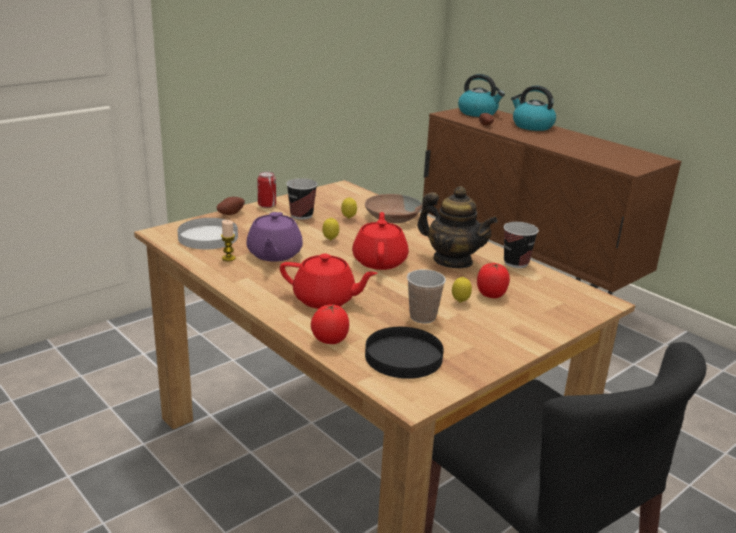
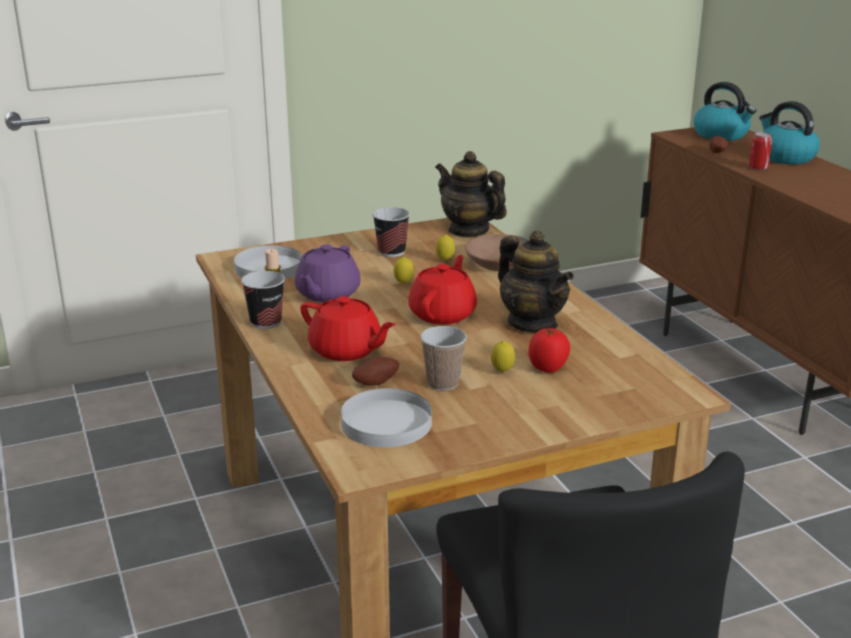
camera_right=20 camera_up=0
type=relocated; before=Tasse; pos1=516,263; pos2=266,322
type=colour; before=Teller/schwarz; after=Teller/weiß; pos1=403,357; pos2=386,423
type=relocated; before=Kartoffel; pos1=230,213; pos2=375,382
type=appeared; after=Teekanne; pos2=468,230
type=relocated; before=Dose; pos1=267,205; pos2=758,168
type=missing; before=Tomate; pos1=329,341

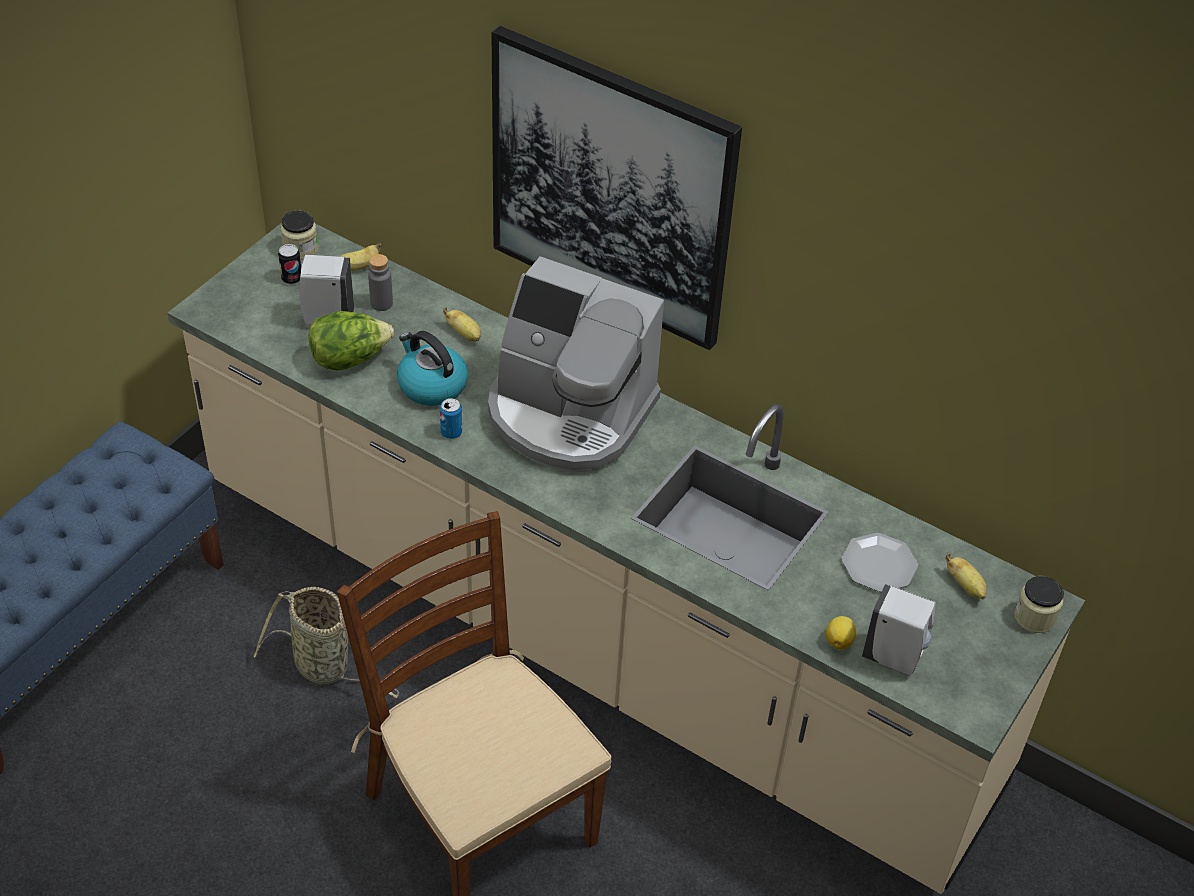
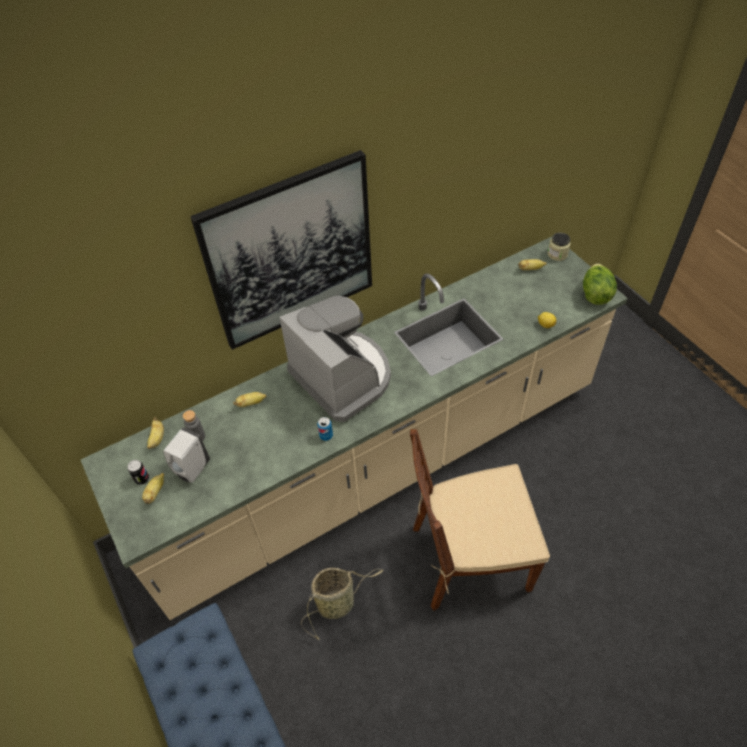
camera_right=-60 camera_up=5
type=appeared; after=Banane; pos2=155,492
type=spun; before=Kaffeemaschine; pos1=569,414; pos2=342,376; turn=-90
type=relocated; before=Salatkopf; pos1=350,359; pos2=595,294
type=missing; before=Vorratsglas; pos1=300,249
type=missing; before=Wasserkessel; pos1=431,385
type=missing; before=Teller; pos1=879,565
type=missing; before=Seifenspender/weiß; pos1=894,658

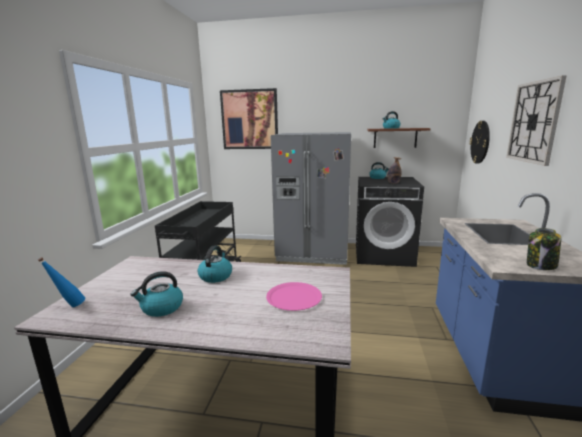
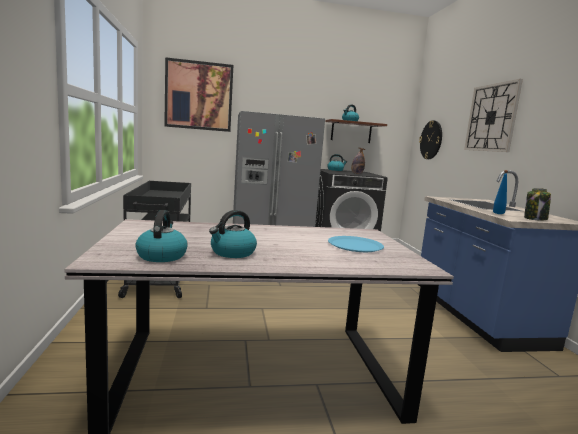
camera_right=-20 camera_up=-5
type=relocated; before=Wasserkessel; pos1=216,276; pos2=161,256
type=colour; before=Teller/rosa; after=Teller/blau; pos1=294,297; pos2=355,245
type=relocated; before=Flasche/blau; pos1=69,307; pos2=498,214

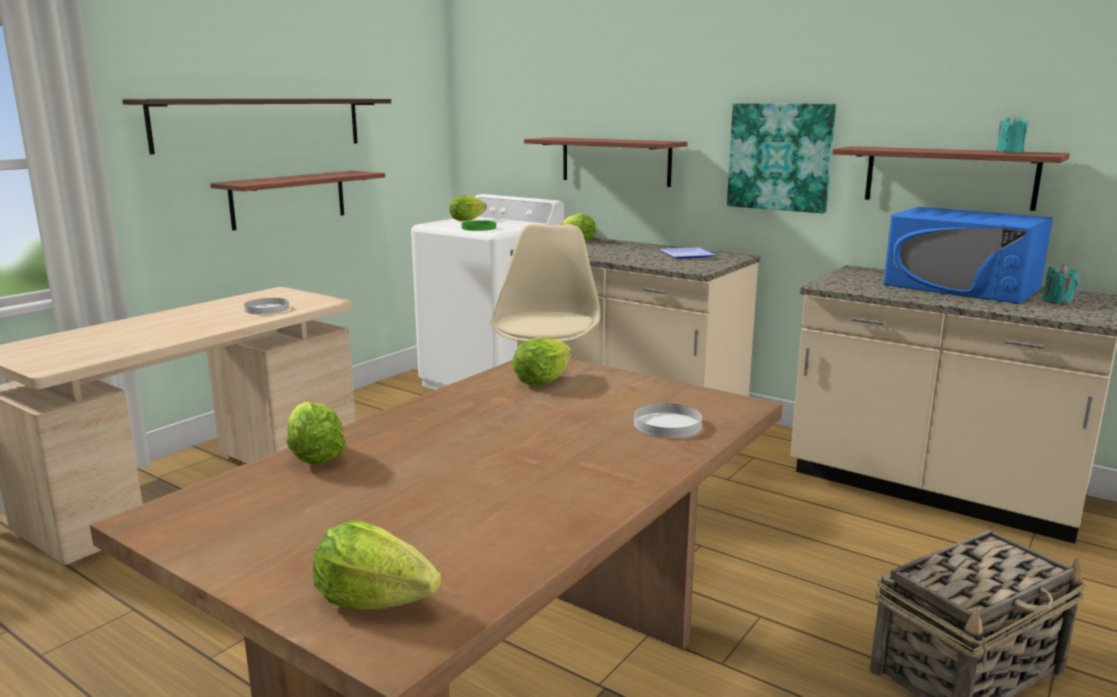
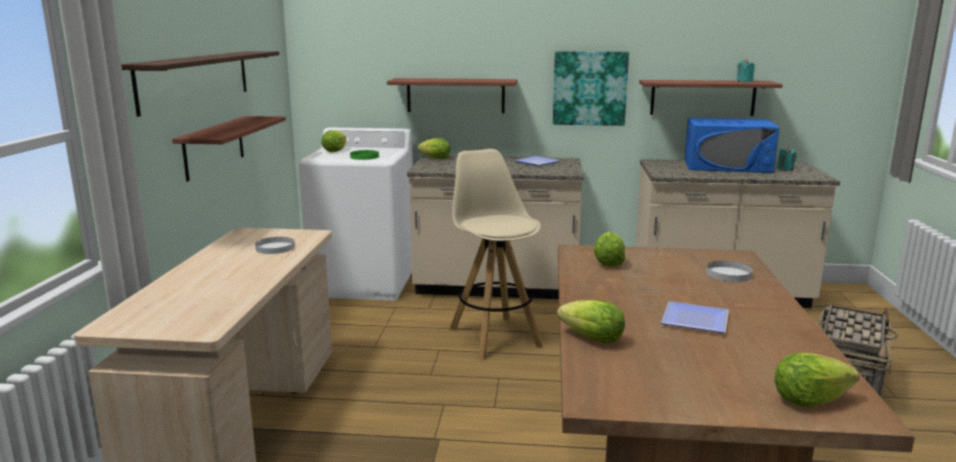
camera_right=-30 camera_up=0
type=appeared; after=Teller; pos2=692,321

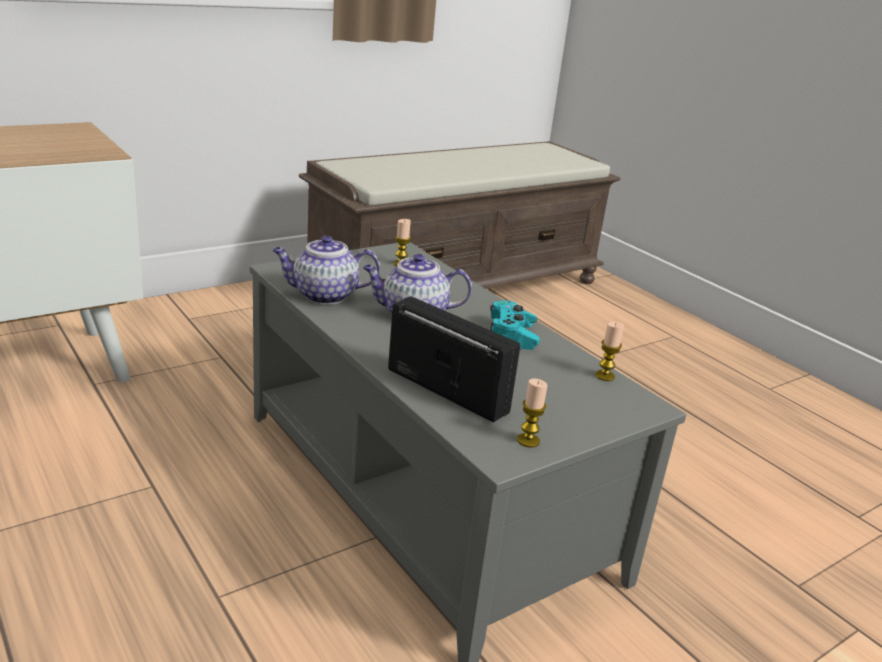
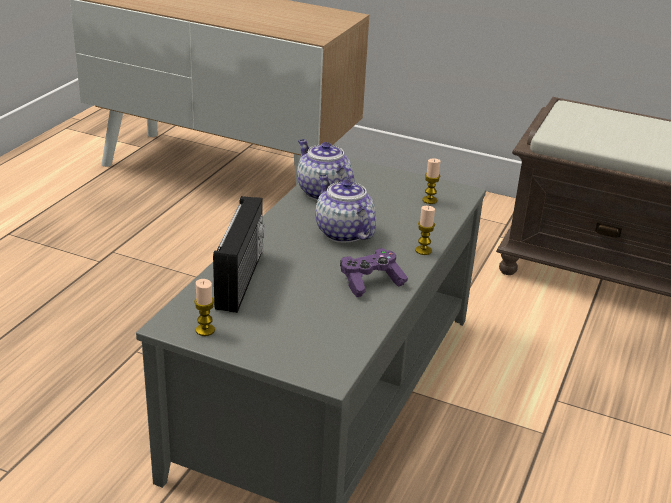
camera_right=60 camera_up=5
type=colour; before=Gamepad/türkis; after=Gamepad/lila; pos1=512,335; pos2=371,282
type=relocated; before=Kerze; pos1=604,376; pos2=423,250

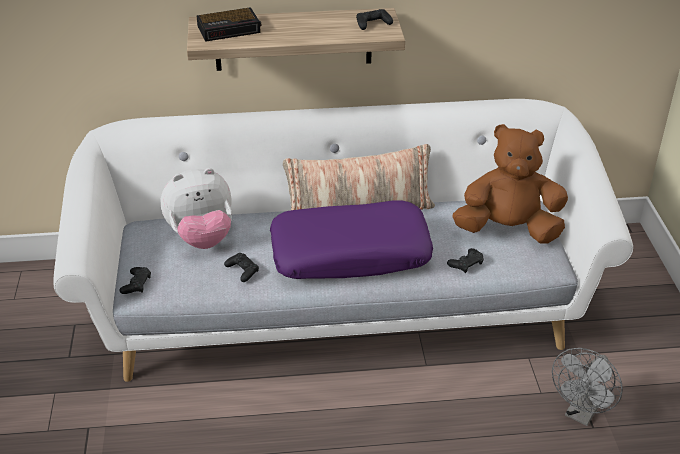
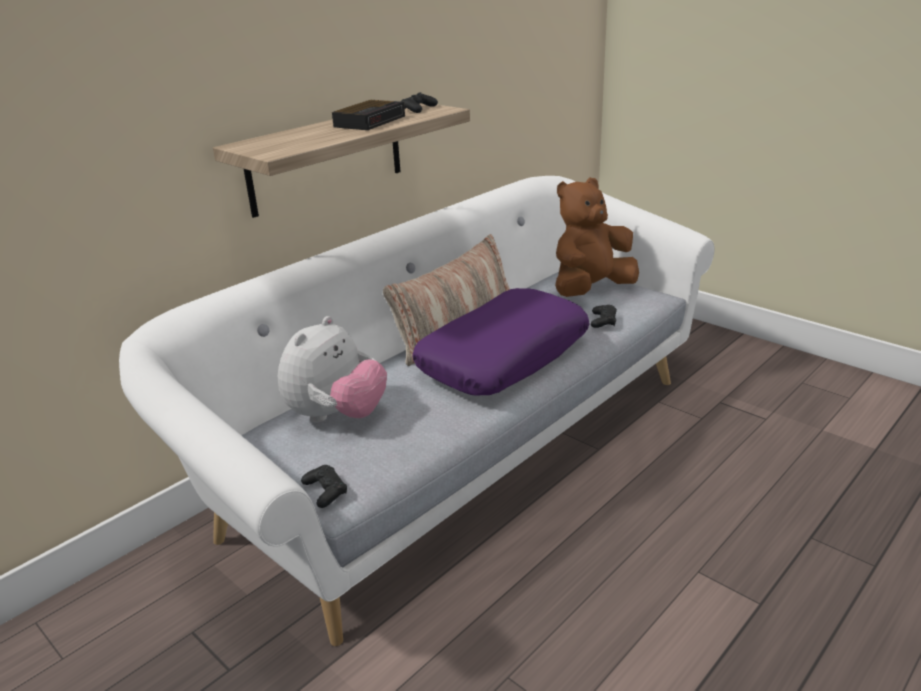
camera_right=-40 camera_up=-10
type=relocated; before=Wecker; pos1=230,29; pos2=371,121
type=missing; before=Gamepad/schwarz; pos1=242,270
type=missing; before=Ventilator/grau; pos1=581,413

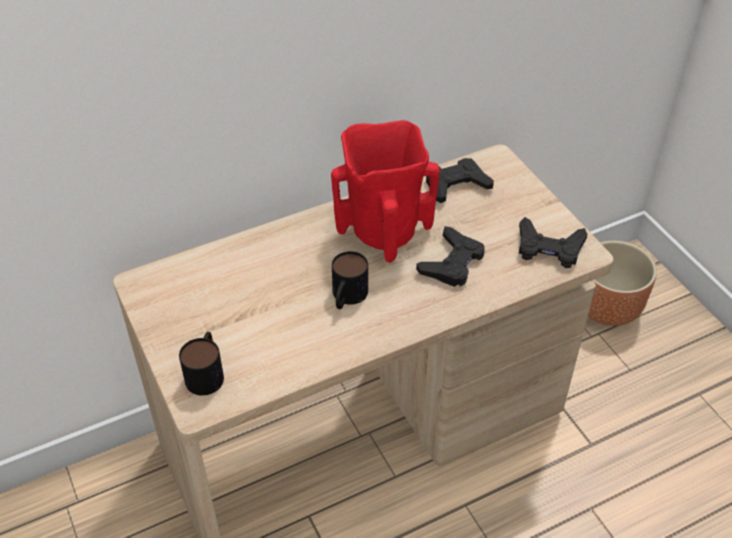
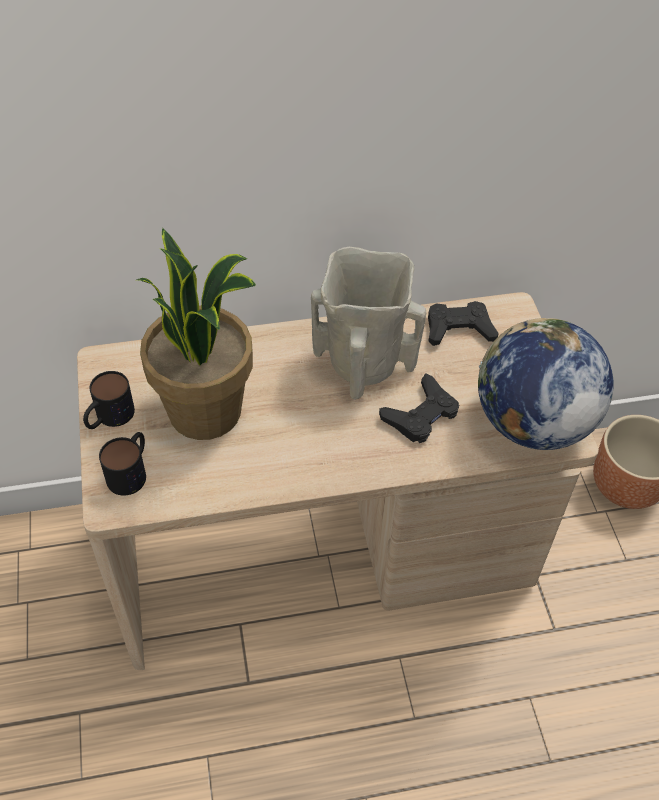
camera_right=15 camera_up=5
type=relocated; before=Henkelbecher; pos1=347,297; pos2=108,418
type=appeared; after=Topfpflanze; pos2=207,411
type=colour; before=Vase/rot; after=Vase/beige; pos1=384,229; pos2=364,360
type=exchanged; before=Gamepad/schwarz; after=Globus; pos1=549,248; pos2=531,423

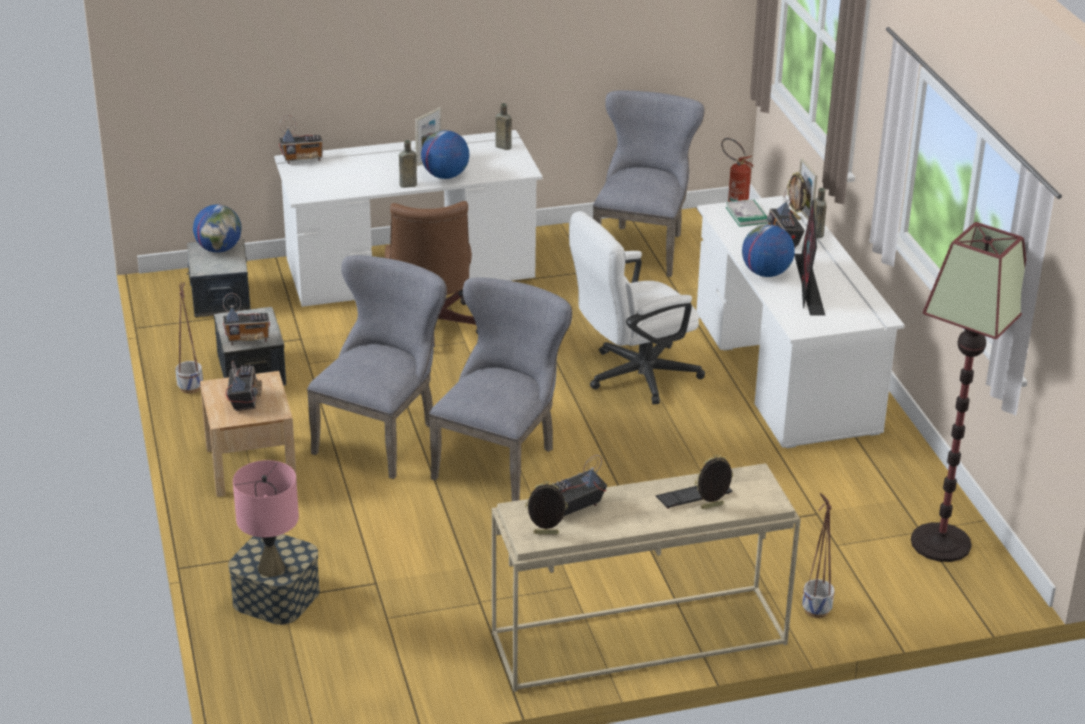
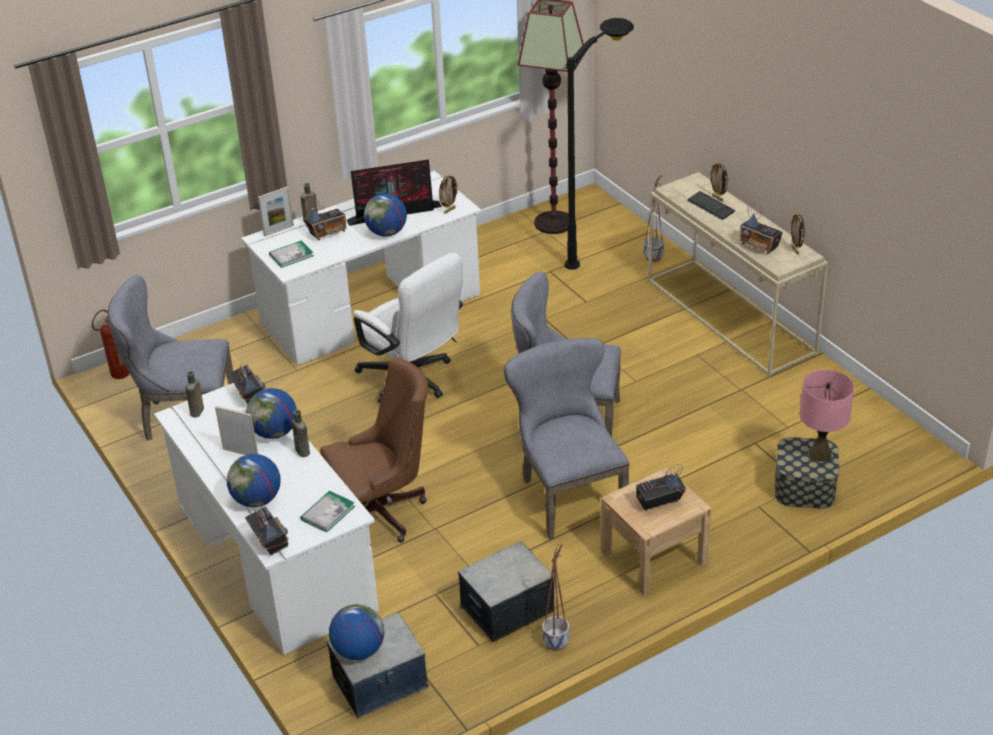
camera_right=-105 camera_up=5
type=appeared; after=Globus; pos2=257,500
type=relocated; before=Radio; pos1=248,339; pos2=249,396
type=appeared; after=Buch; pos2=328,513
type=relocated; before=Bilderrahmen; pos1=795,216; pos2=449,210
type=spun; before=Stuhl/grau; pos1=381,435; pos2=567,494; turn=60
type=appeared; after=Stehlampe/schwarz; pos2=602,244

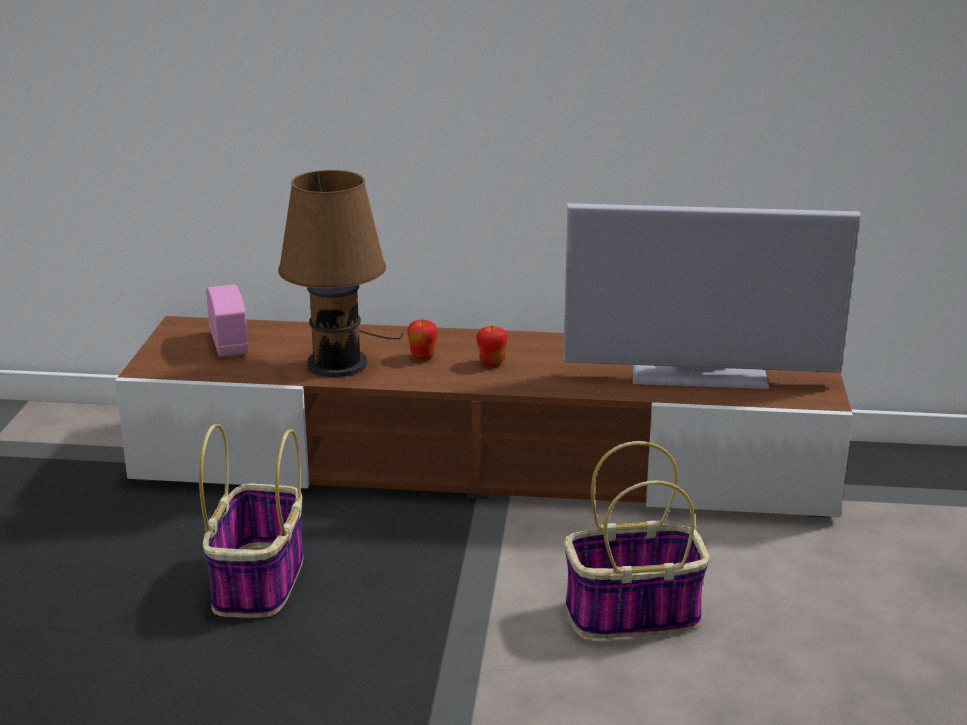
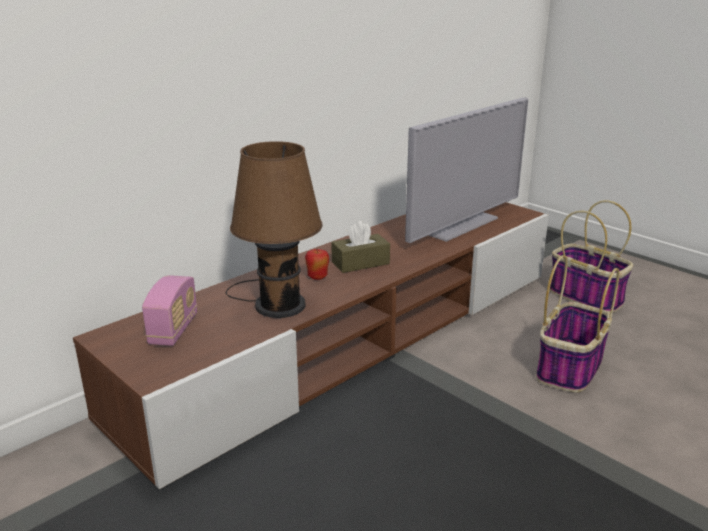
camera_right=-50 camera_up=0
type=spun; before=Radio; pos1=229,343; pos2=174,330; turn=75
type=exchanged; before=Apfel; after=Taschentuchbox/braun; pos1=492,363; pos2=360,263
type=relocated; before=Korb; pos1=259,583; pos2=587,297

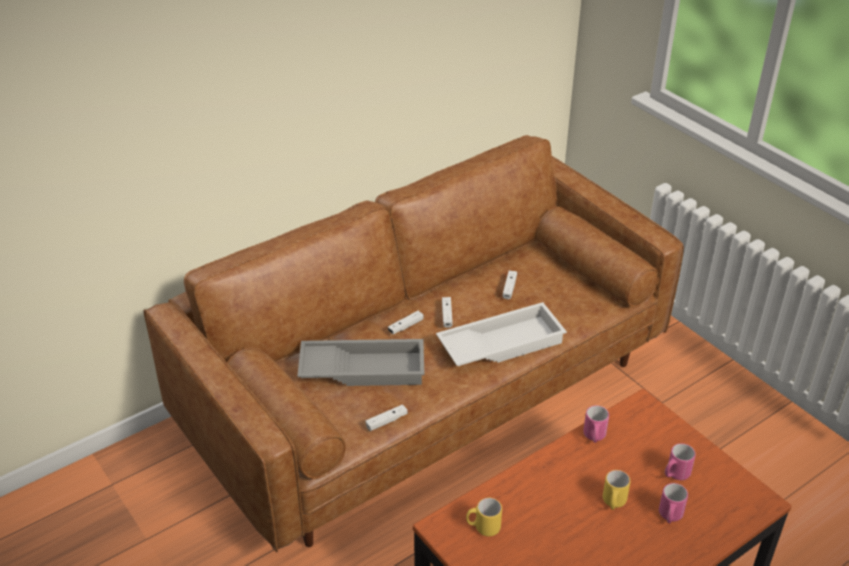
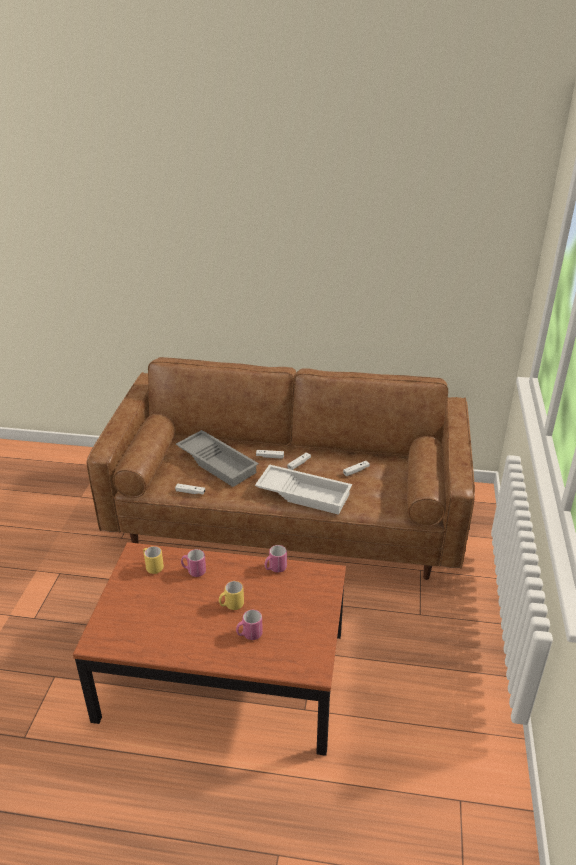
camera_right=45 camera_up=-5
type=relocated; before=Henkelbecher/rosa; pos1=675,474; pos2=194,571

